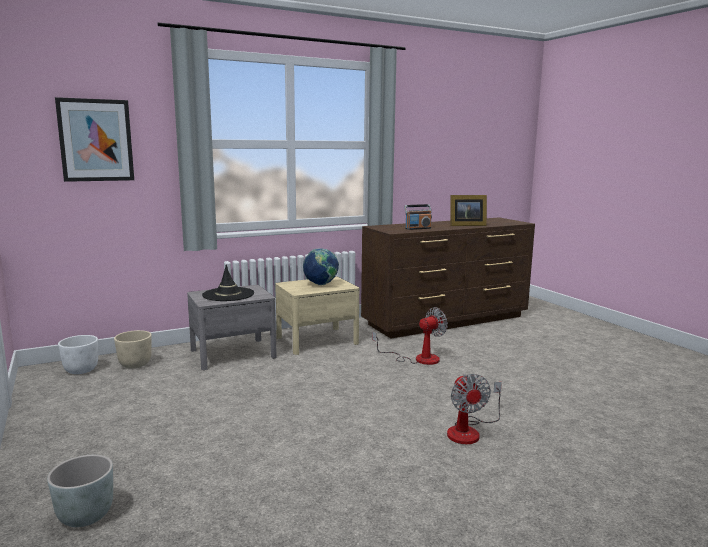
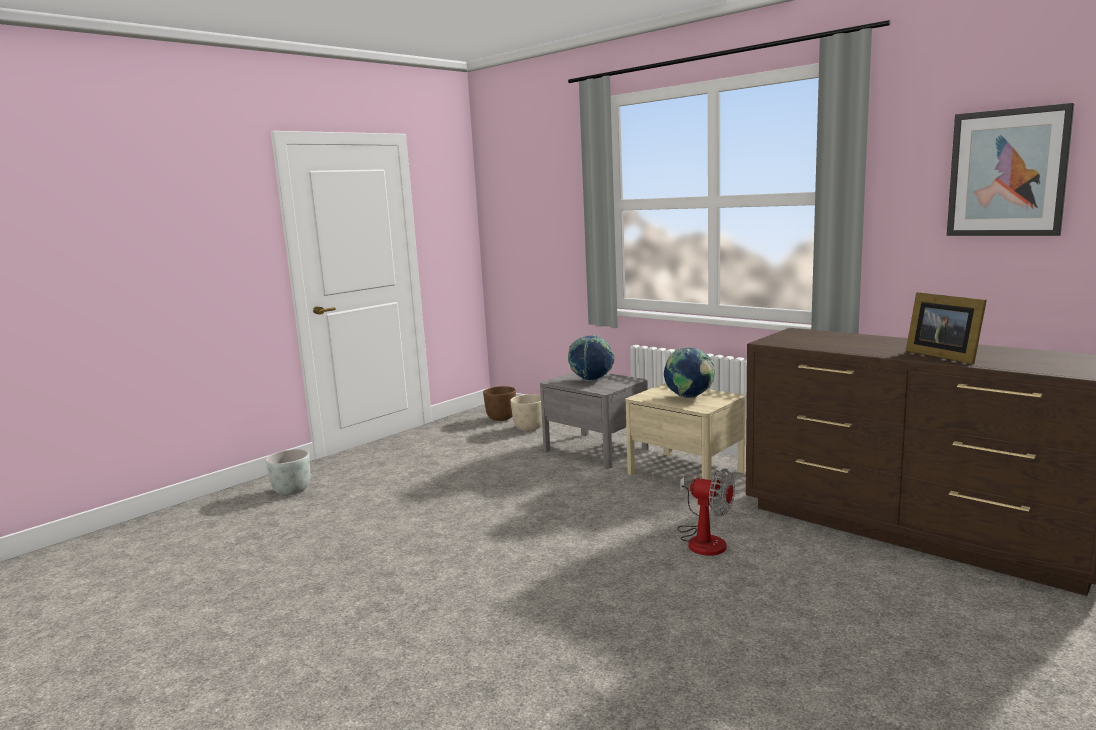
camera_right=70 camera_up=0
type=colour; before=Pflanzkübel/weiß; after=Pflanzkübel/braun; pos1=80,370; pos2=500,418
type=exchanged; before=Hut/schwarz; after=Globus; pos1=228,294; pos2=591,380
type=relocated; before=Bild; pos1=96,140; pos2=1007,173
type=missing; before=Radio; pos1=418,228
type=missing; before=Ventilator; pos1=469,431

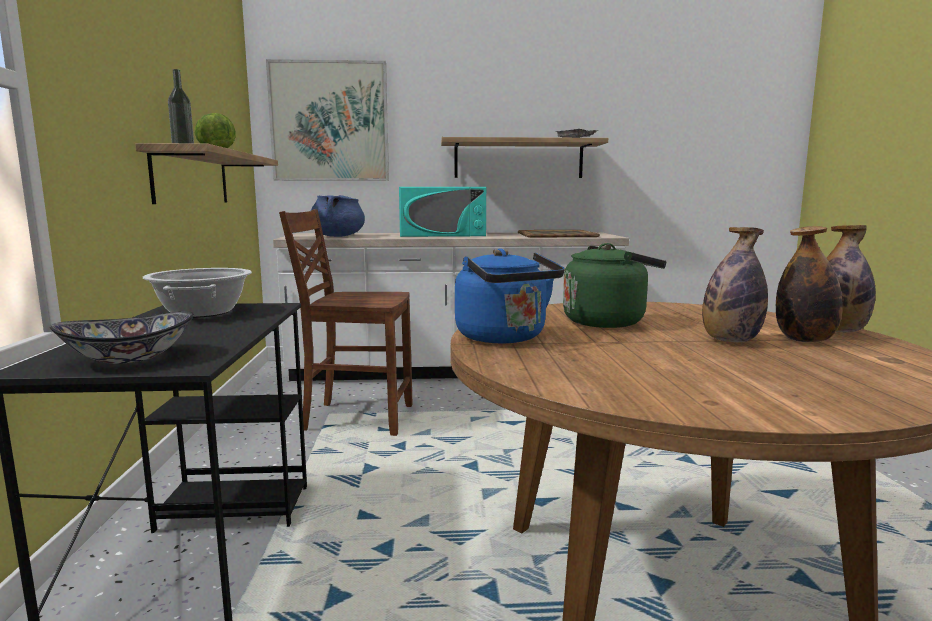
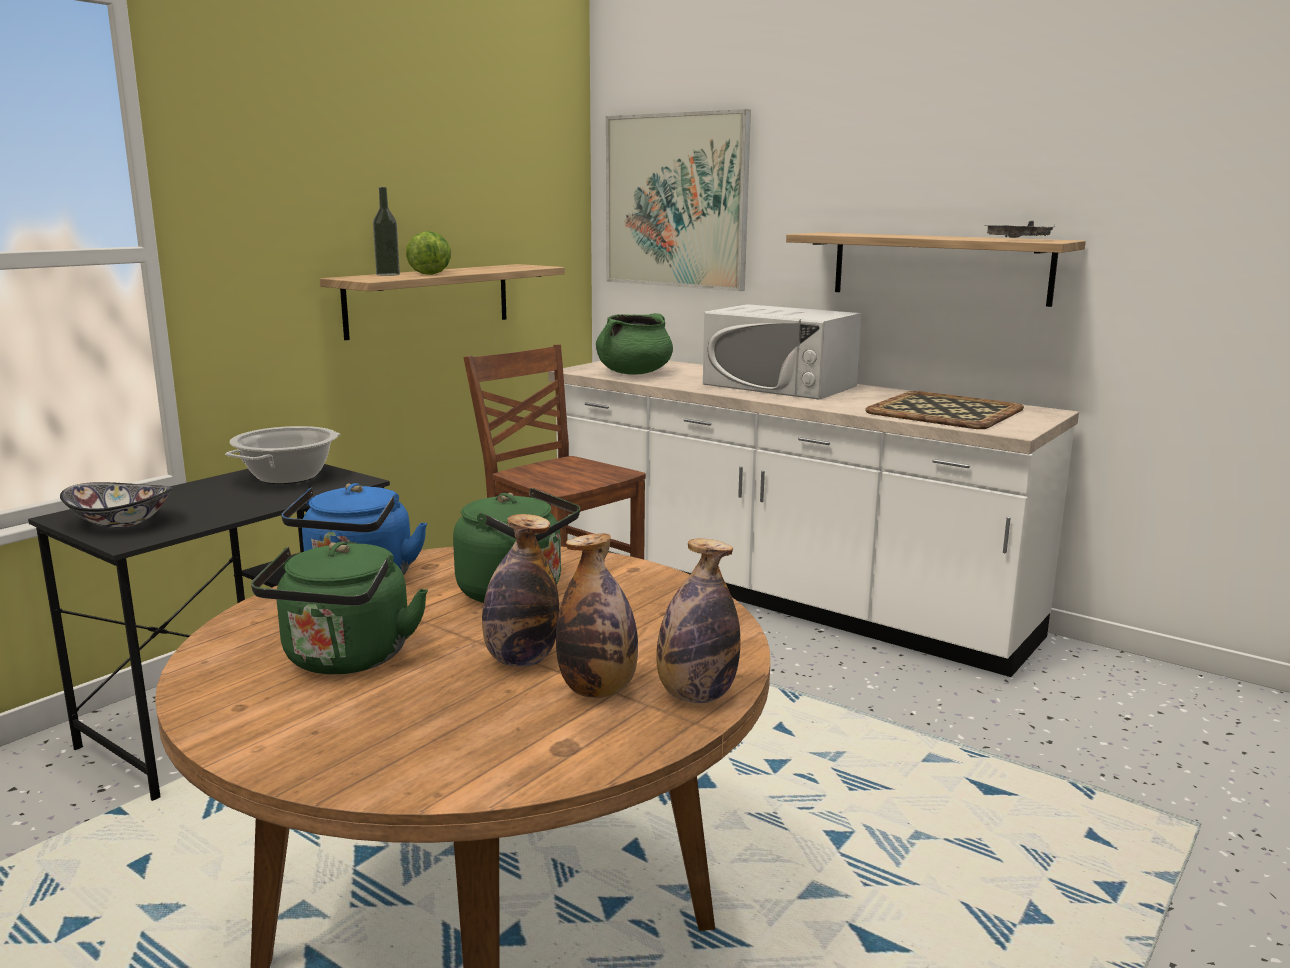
camera_right=40 camera_up=5
type=appeared; after=Wasserkessel/grün; pos2=345,660
type=colour; before=Kochtopf/blau; after=Kochtopf/grün; pos1=338,236; pos2=634,373
type=colour; before=Mikrowelle/türkis; after=Mikrowelle/weiß; pos1=442,234; pos2=779,385

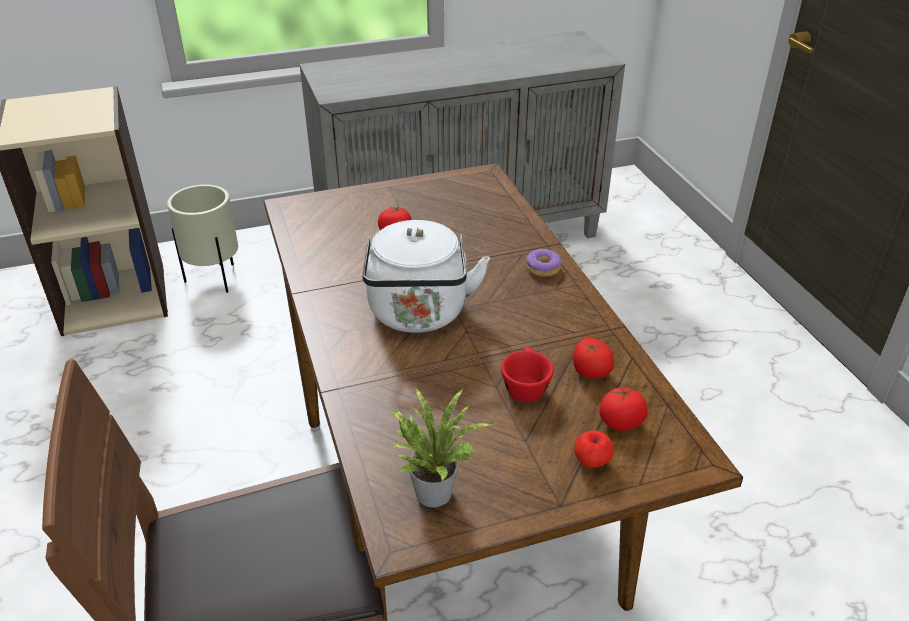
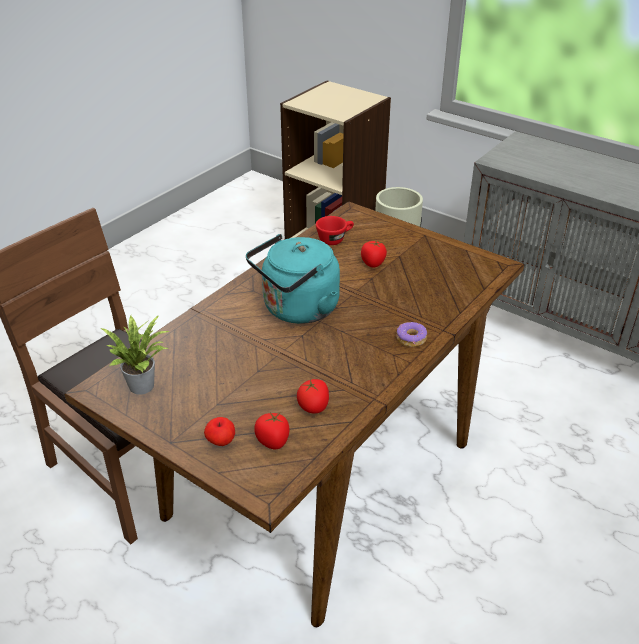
camera_right=55 camera_up=0
type=colour; before=Wasserkessel/weiß; after=Wasserkessel/türkis; pos1=419,315; pos2=297,310
type=relocated; before=Tasse/rot; pos1=524,386; pos2=335,239

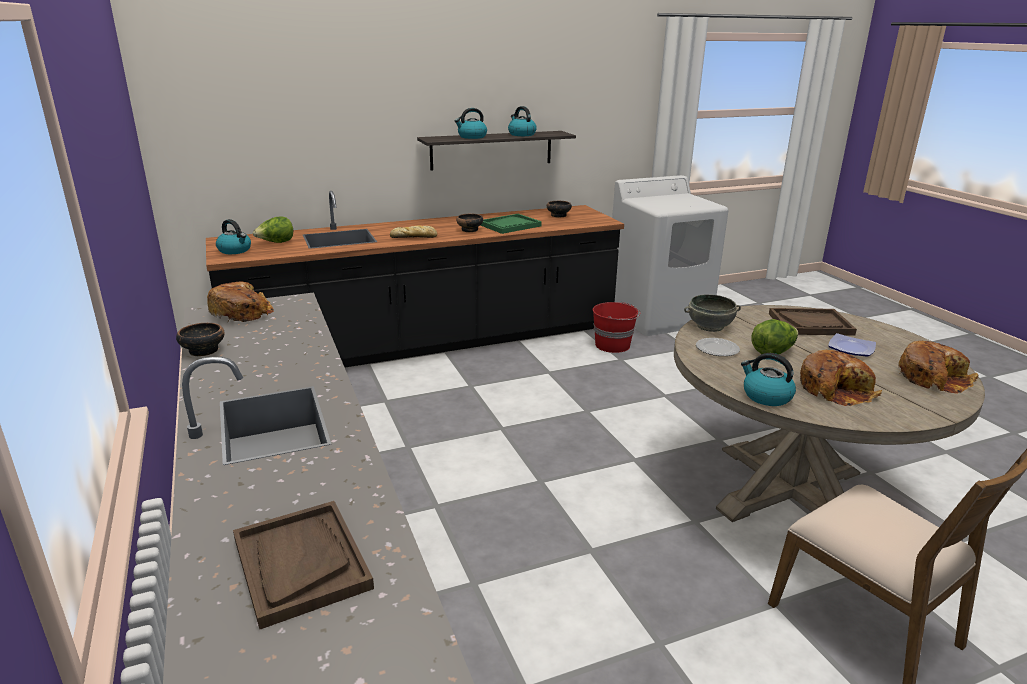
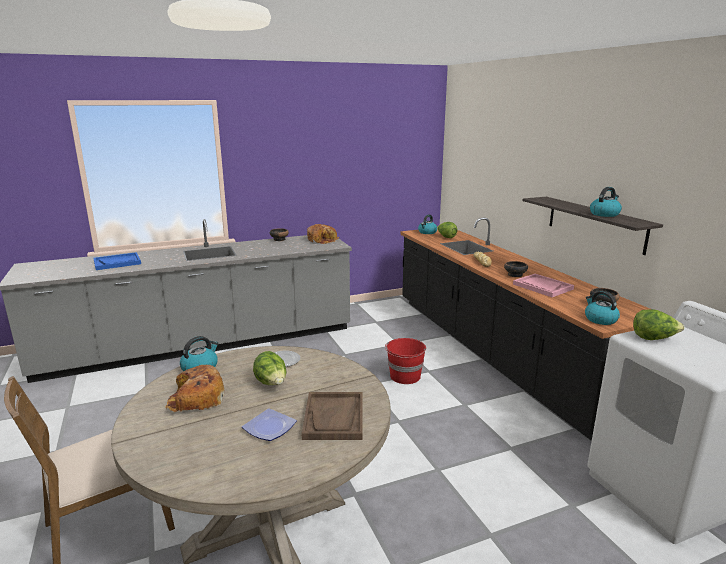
camera_right=90 camera_up=-5
type=colour; before=Tablett/braun; after=Tablett/blau; pos1=301,563; pos2=117,262
type=relocated; before=Eimer/rot; pos1=613,345; pos2=405,376
type=colour; before=Tablett/grün; after=Tablett/rosa; pos1=510,225; pos2=542,287
type=relocated; before=Wasserkessel; pos1=471,137; pos2=600,319
type=appeared; after=Salatkopf; pos2=653,338
type=missing; before=Schüssel/grau; pos1=709,326
type=missing; before=Brot; pos1=932,378

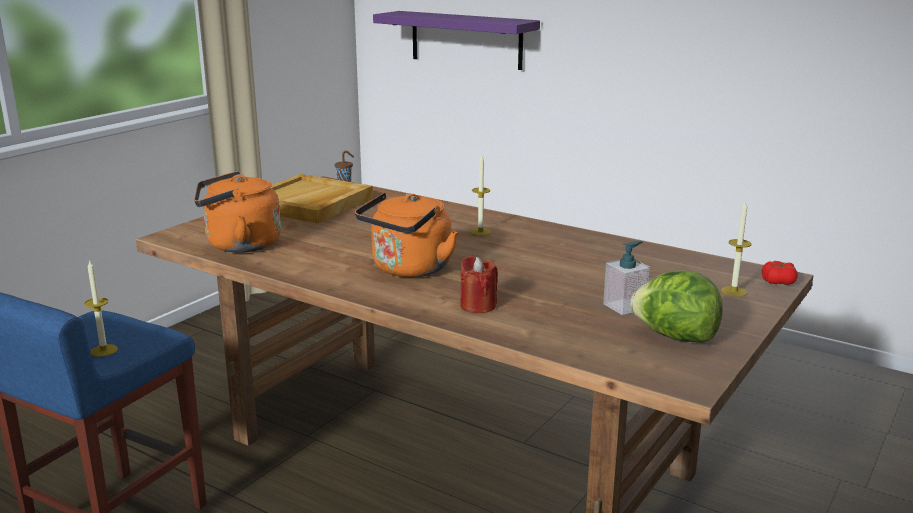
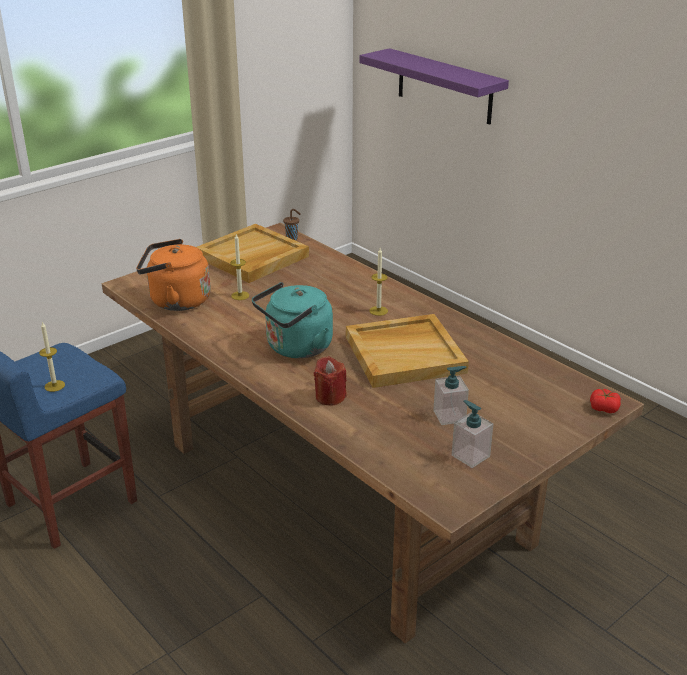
camera_right=15 camera_up=10
type=relocated; before=Kerze; pos1=734,291; pos2=240,295
type=colour; before=Wasserkessel/orange; after=Wasserkessel/türkis; pos1=409,270; pos2=296,348
type=appeared; after=Tablett/beige; pos2=405,354
type=exchanged; before=Salatkopf; after=Seifenspender; pos1=675,337; pos2=470,456

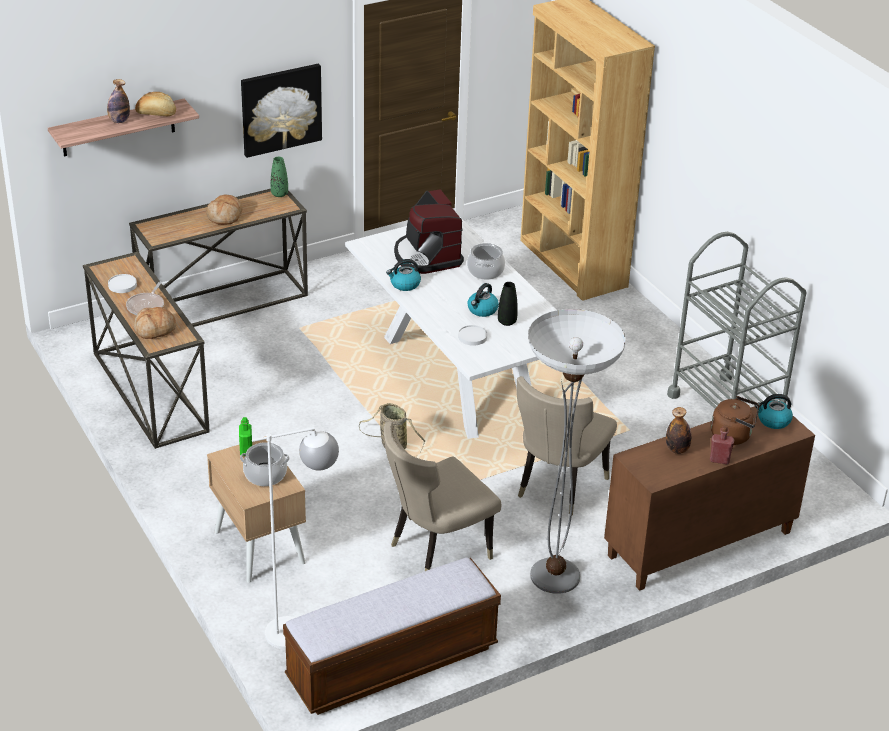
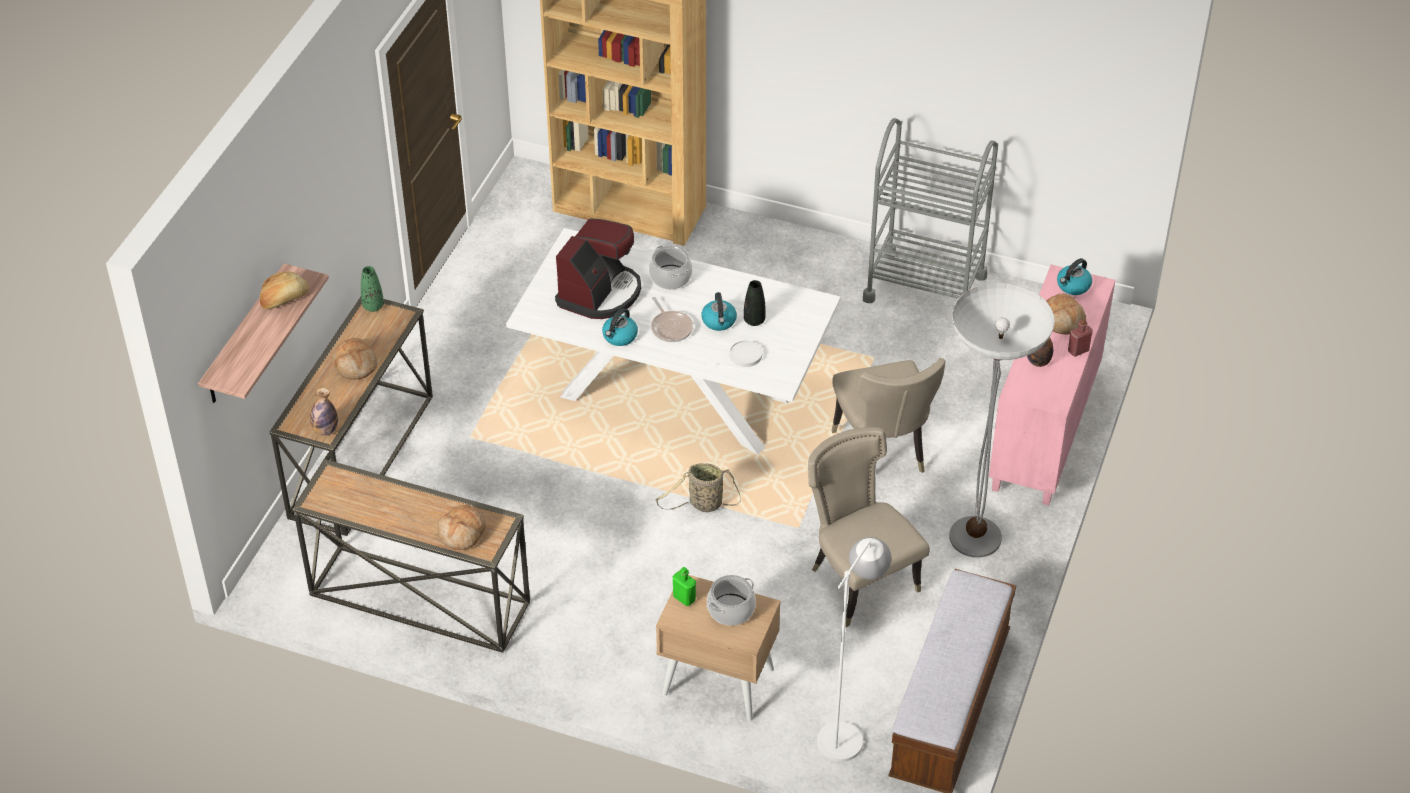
camera_right=-40 camera_up=10
type=relocated; before=Flasche; pos1=119,121; pos2=325,430
type=spun; before=Kaffeemaschine; pos1=427,256; pos2=600,293; turn=-90
type=relocated; before=Pfanne; pos1=146,306; pos2=670,327
type=spun; before=Stuhl/beige; pos1=435,550; pos2=859,580; turn=135
type=colour; before=Schrank/braun; after=Schrank/rosa; pos1=699,545; pos2=1045,432
type=exchanged; before=Wasserkessel/braun; after=Brot; pos1=733,436; pos2=1062,320
type=missing; before=Teller/weiß; pos1=122,285
type=missing; before=Bild; pos1=281,109

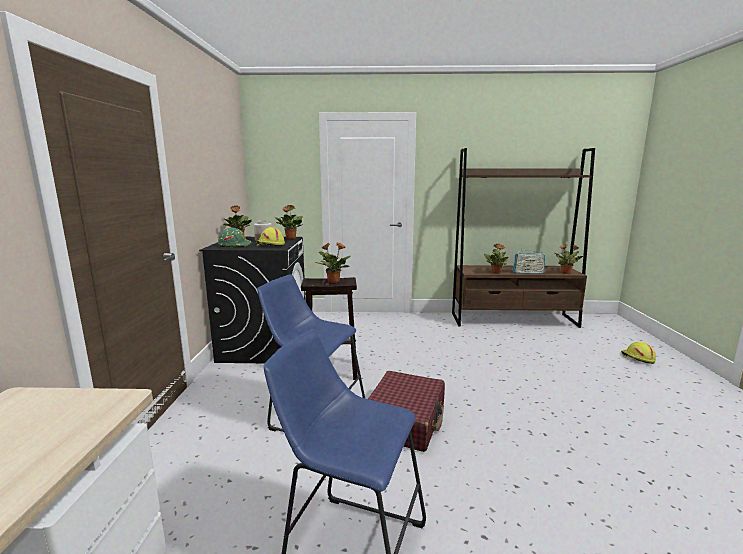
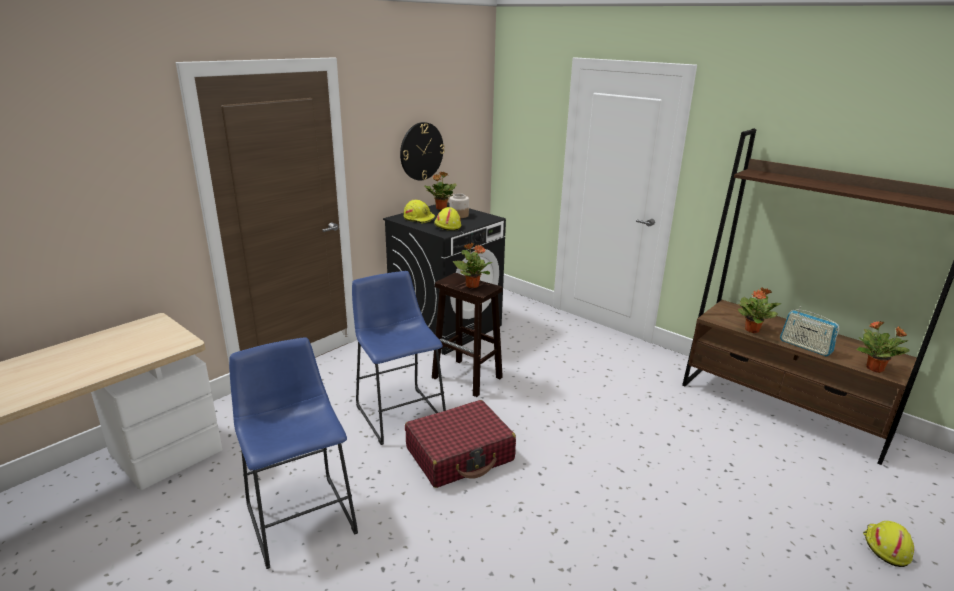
camera_right=40 camera_up=10
type=appeared; after=Wanduhr; pos2=421,151
type=colour; before=Schutzhelm/grün; after=Schutzhelm/gelb; pos1=235,245; pos2=419,218
type=missing; before=Topfpflanze; pos1=290,238

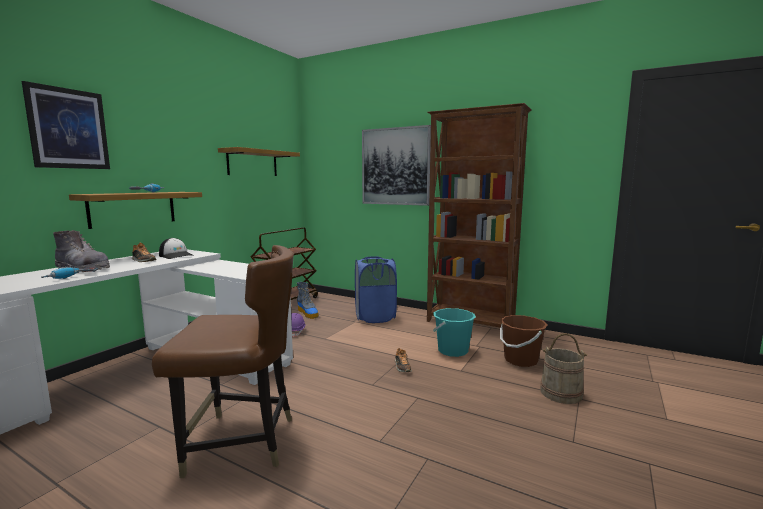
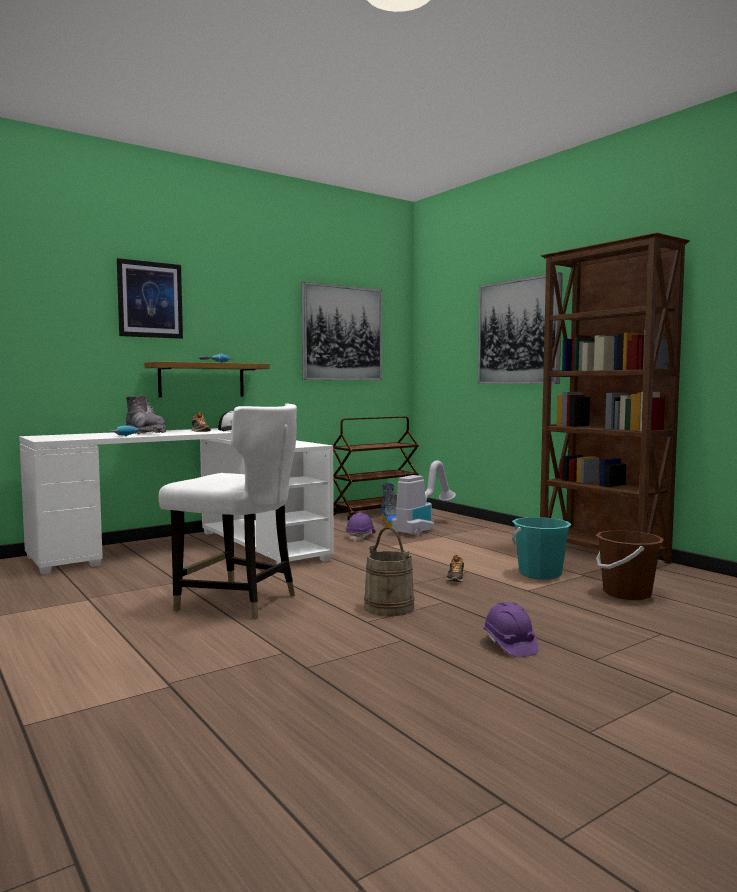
camera_right=25 camera_up=-5
type=colour; before=Stuhl/braun; after=Stuhl/weiß; pos1=241,443; pos2=238,601
type=exchanged; before=Wandregal; after=Bild; pos1=252,163; pos2=342,333
type=relocated; before=Eimer/beige; pos1=561,393; pos2=389,607
type=appeared; after=Staubsauger; pos2=422,529
type=appeared; after=Schutzhelm/lila; pos2=509,645
type=missing; before=Wäschekorb/blau; pos1=375,317

